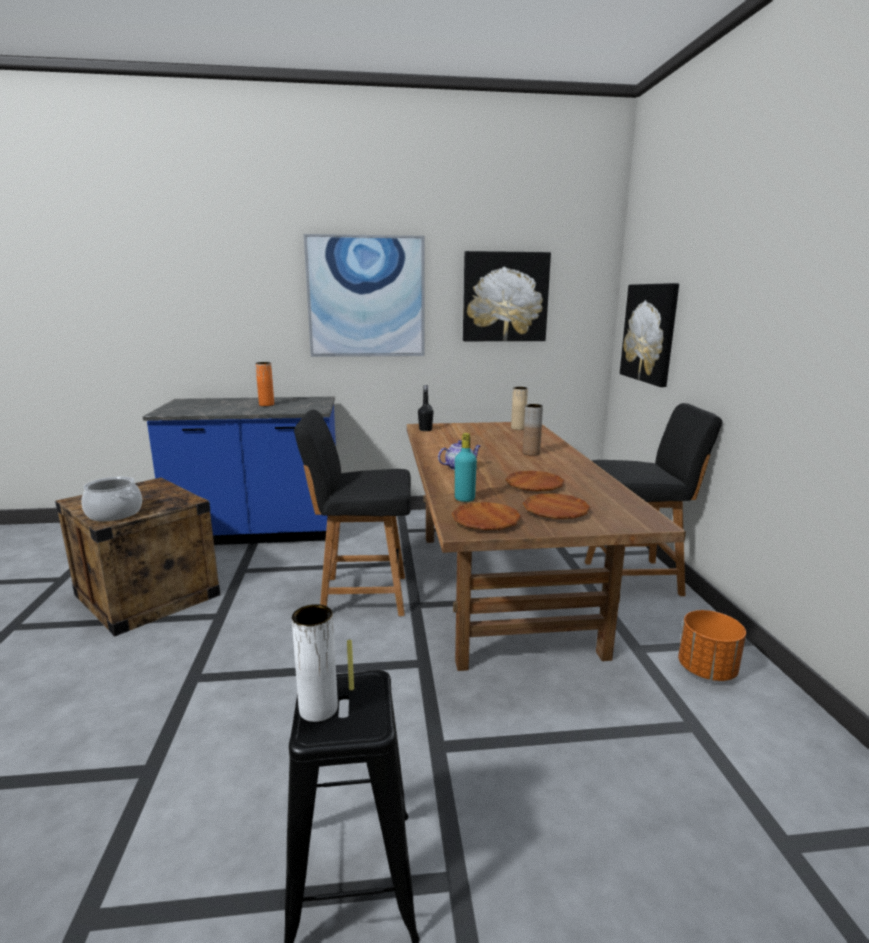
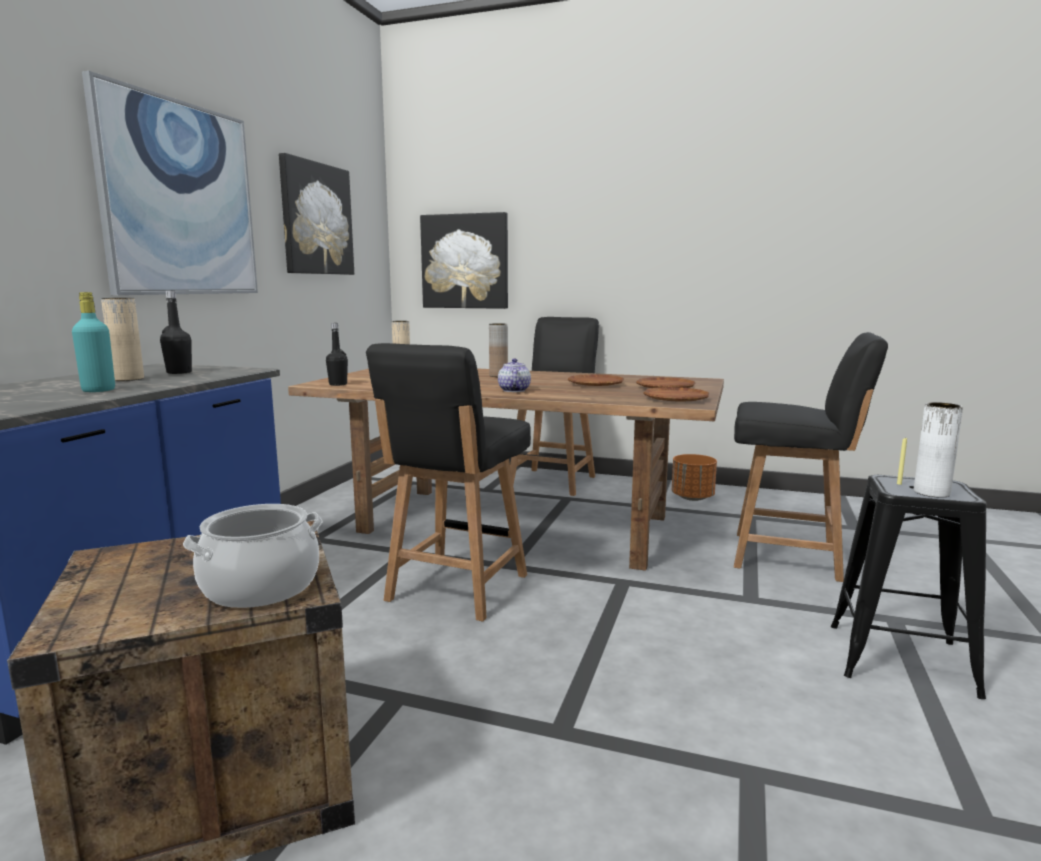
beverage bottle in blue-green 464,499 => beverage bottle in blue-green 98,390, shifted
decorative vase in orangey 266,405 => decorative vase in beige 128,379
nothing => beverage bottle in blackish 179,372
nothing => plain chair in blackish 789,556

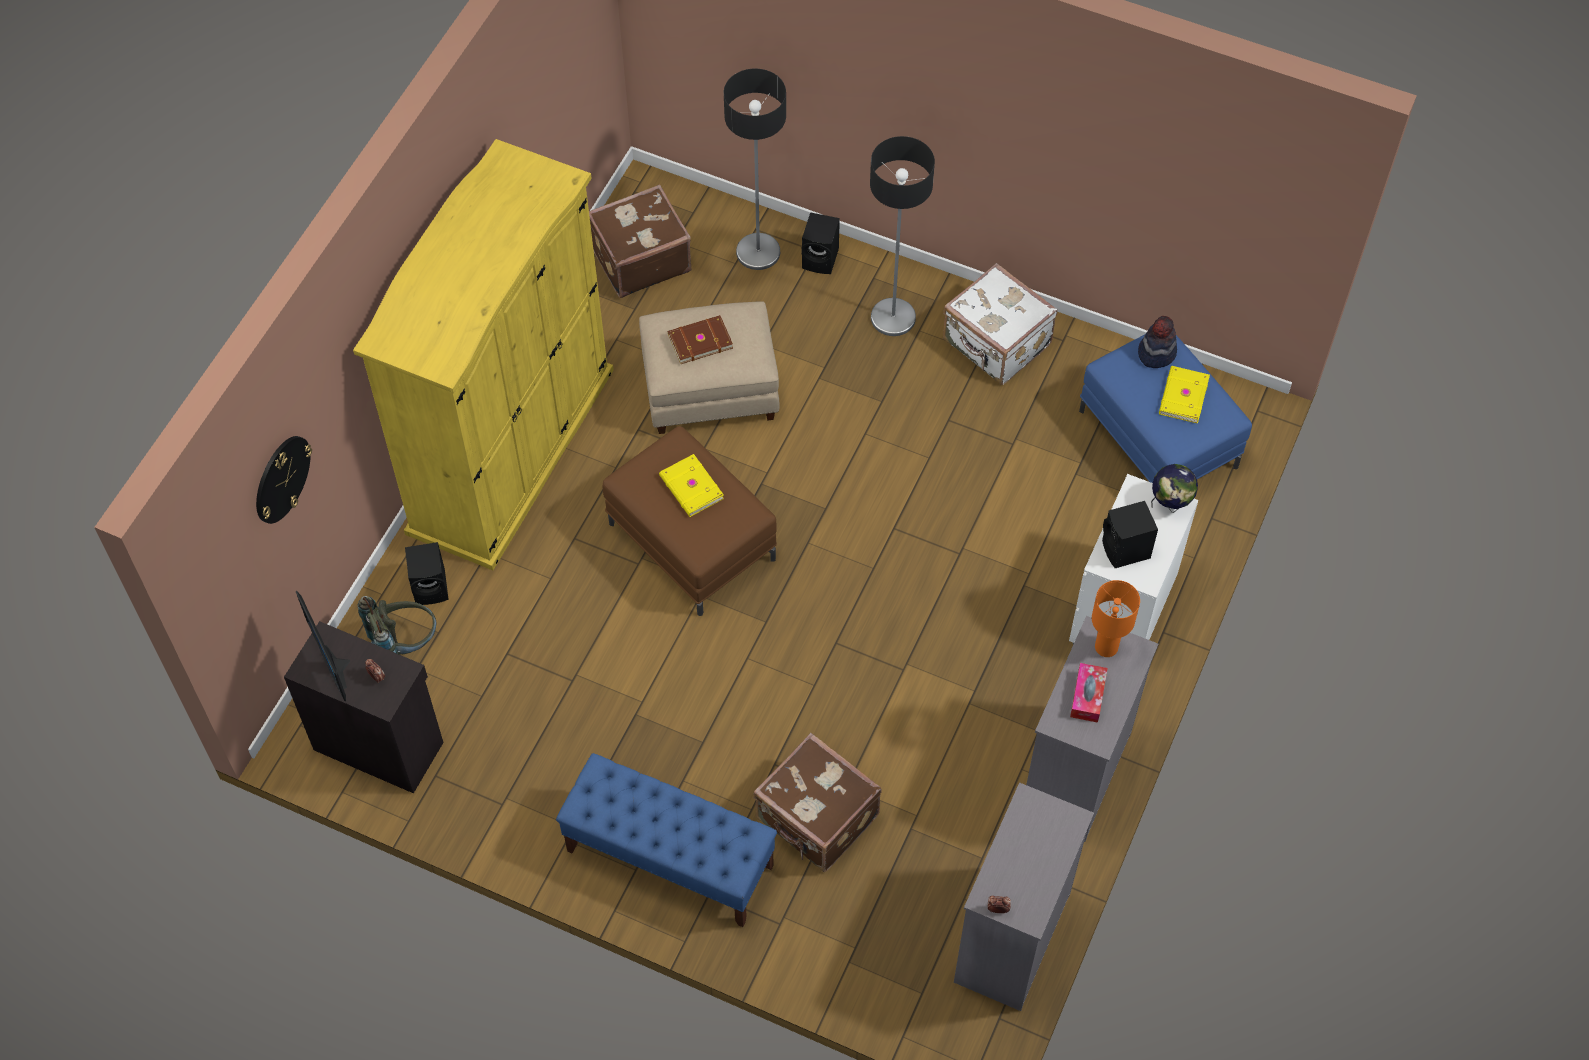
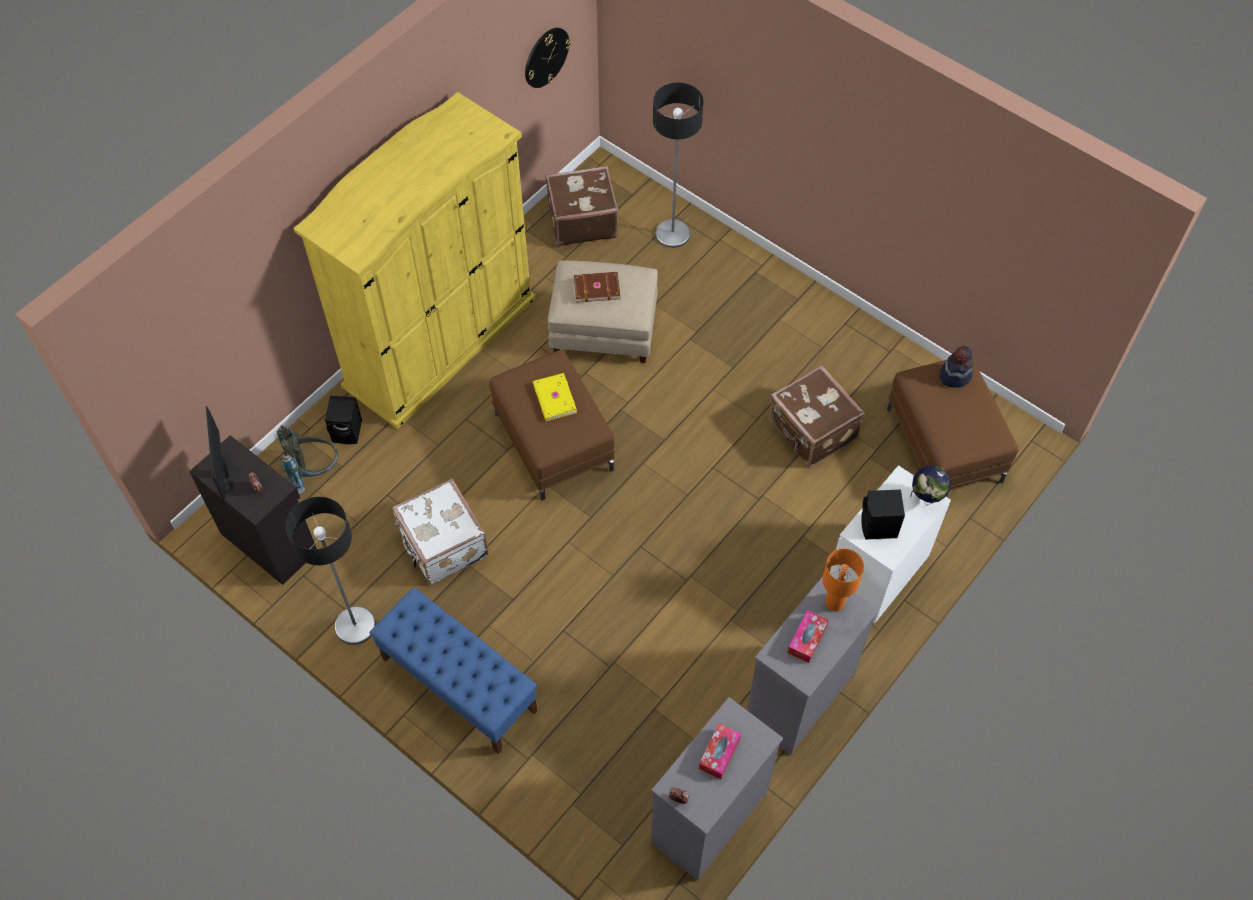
standard lamp 893,318 => standard lamp 355,626, shifted
suitcase in white-coloured 996,344 => suitcase in white-coloured 442,545, shifted
wall clock 281,479 => wall clock 546,57, shifted
nothing => tissue holder 719,753
suitcase in brown 816,819 => suitcase in brown 811,431, shifted
pouffe in bluish 1158,438 => pouffe in brown 944,445
audio speaker in blackish 821,259 => nothing
volume in yellow 1182,396 => nothing

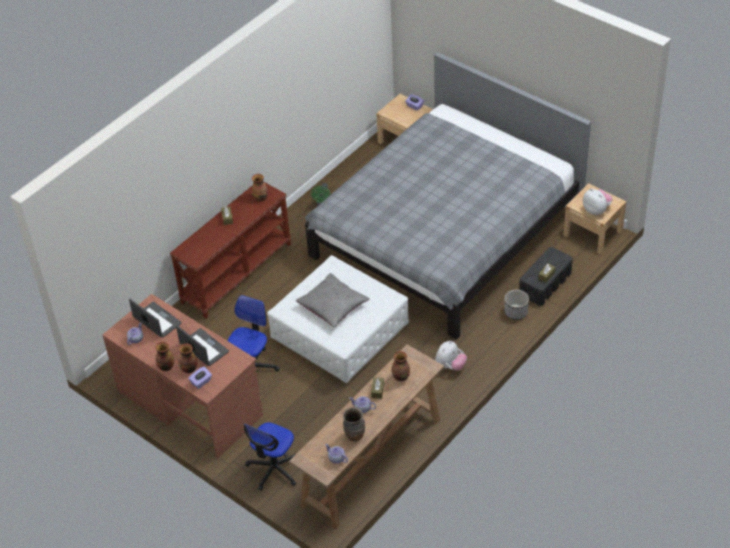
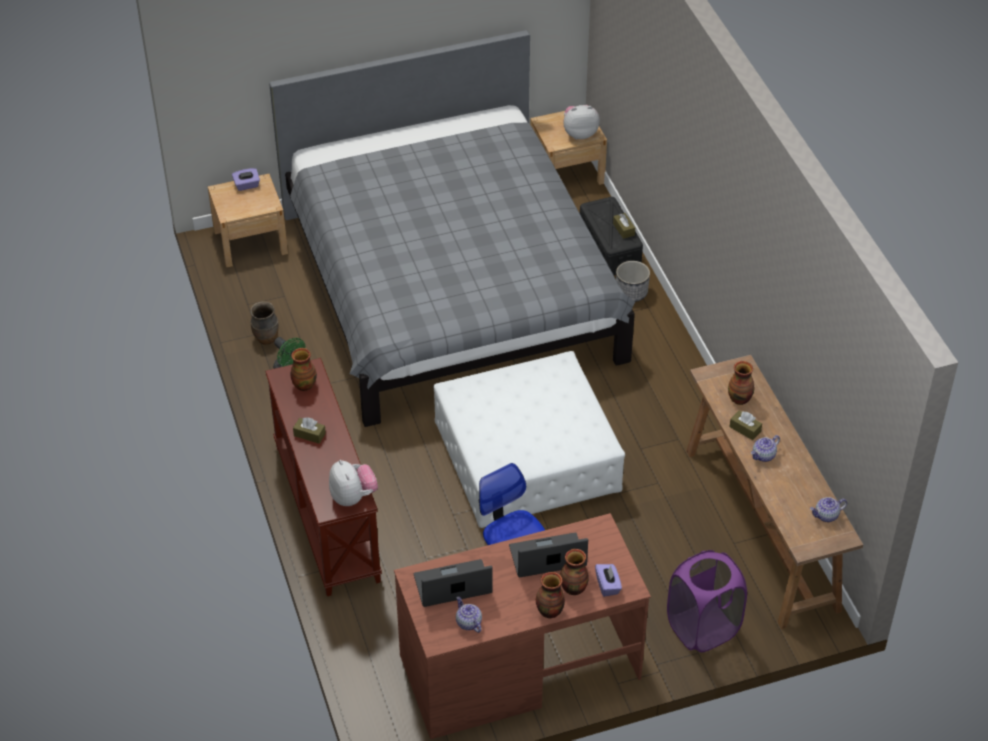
decorative vase in brown 354,435 => decorative vase in brown 266,338, shifted
plush toy 450,366 => plush toy 353,497, shifted
computer chair 274,469 => hamper in purple-coloured 702,628
pillow in greyish 332,306 => nothing

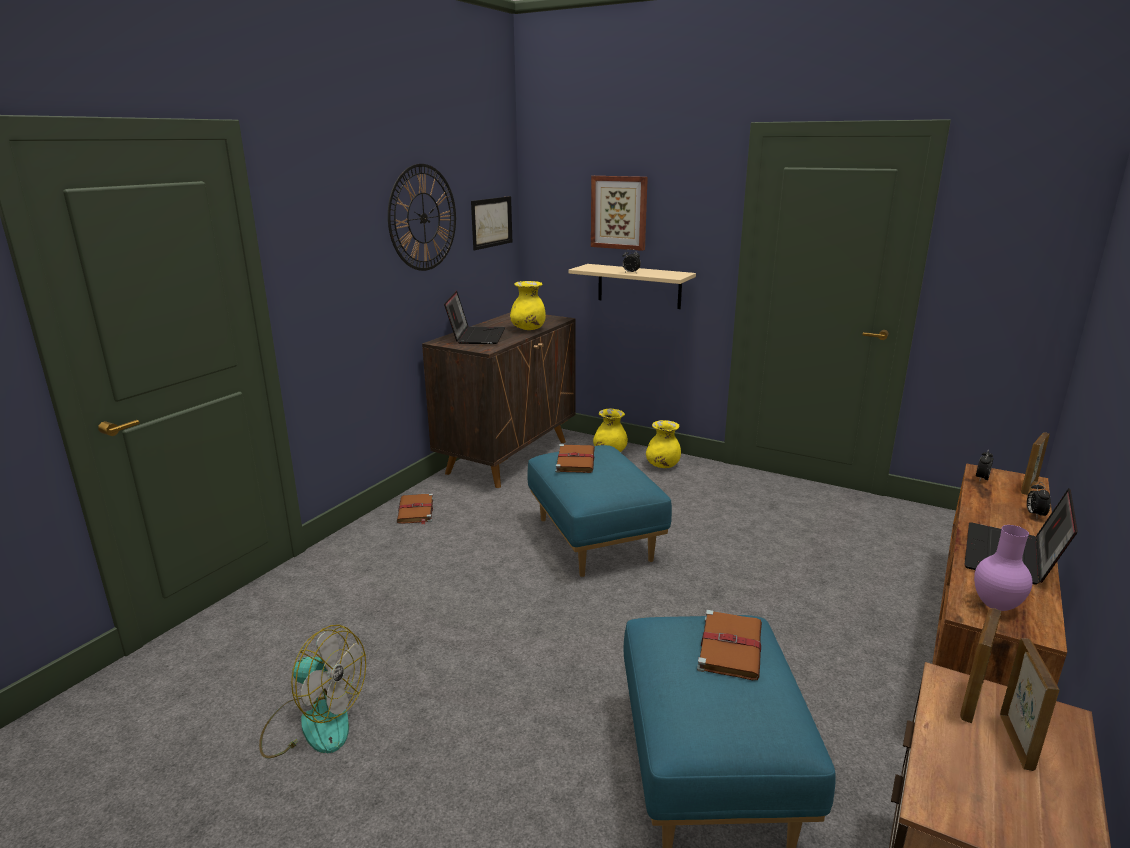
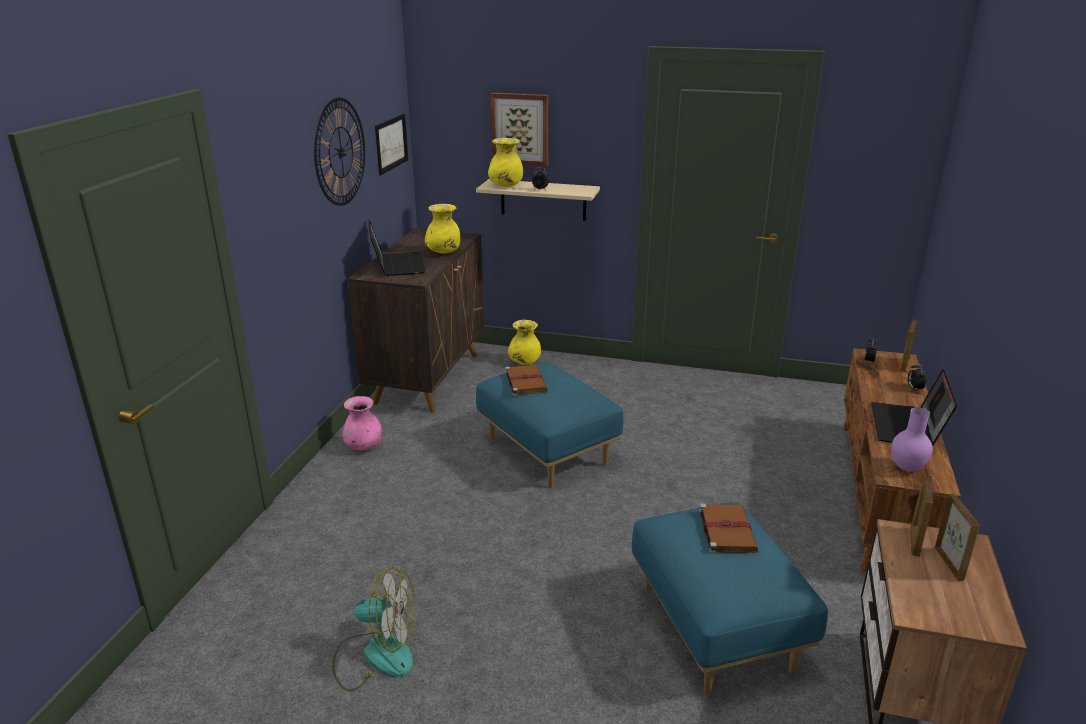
volume in brown 416,511 => decorative vase in pink-coloured 364,446
decorative vase in yellow 662,466 => decorative vase in yellow 506,186, shifted

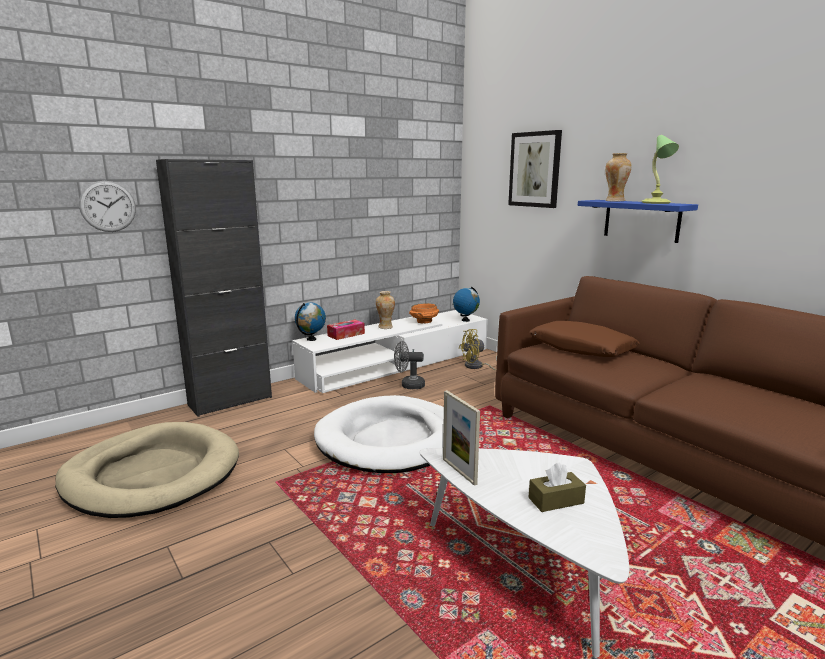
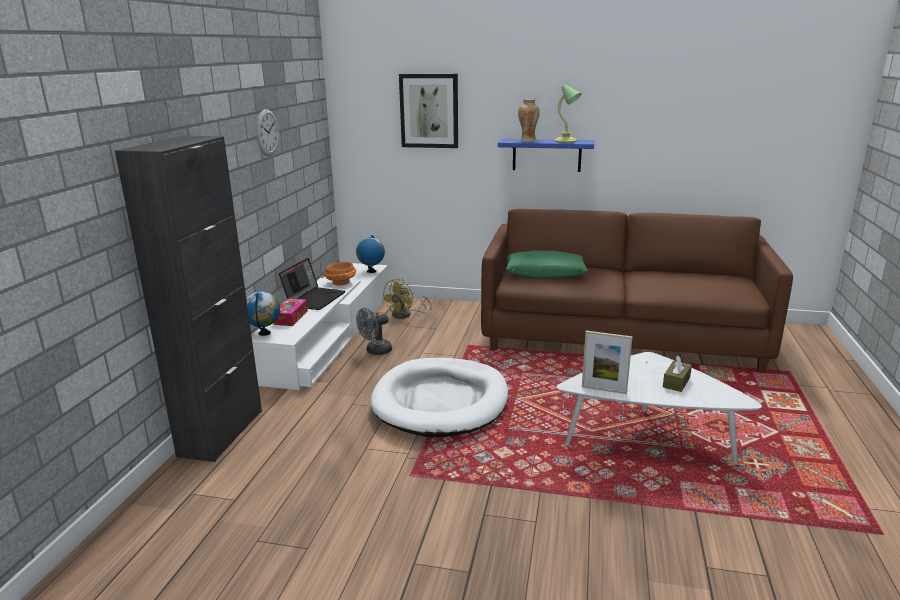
wall clock 108,206 => wall clock 267,132, shifted
decorative vase 385,327 => portable computer 314,298
pillow in brown 581,349 => pillow in green-coloured 545,273
dog bed in beige 152,474 => nothing

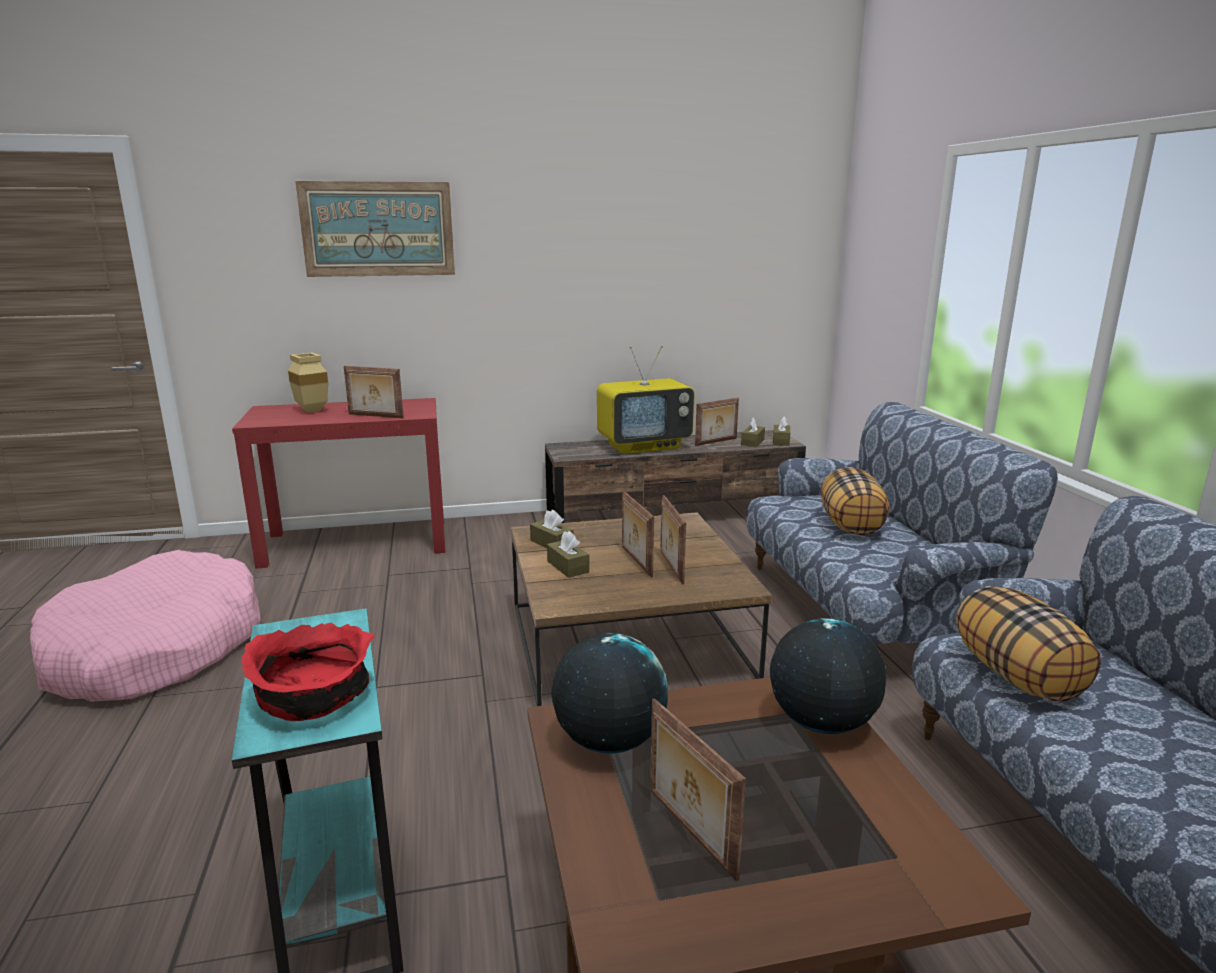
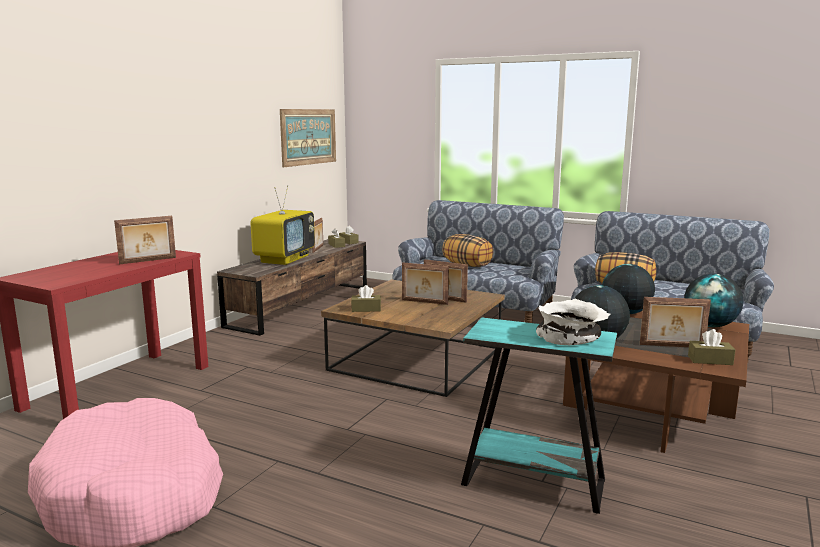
wall art 378,229 => wall art 308,136, shifted
serving bowl in red 315,697 => serving bowl in white-coloured 571,337
nothing => globe 710,326
tissue holder in brown 568,567 => tissue holder in brown 710,360, shifted
decorative vase in beige 310,410 => nothing

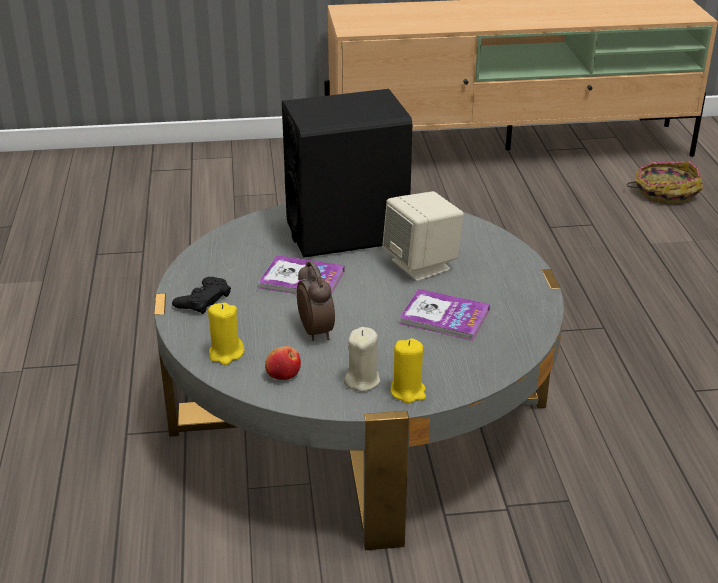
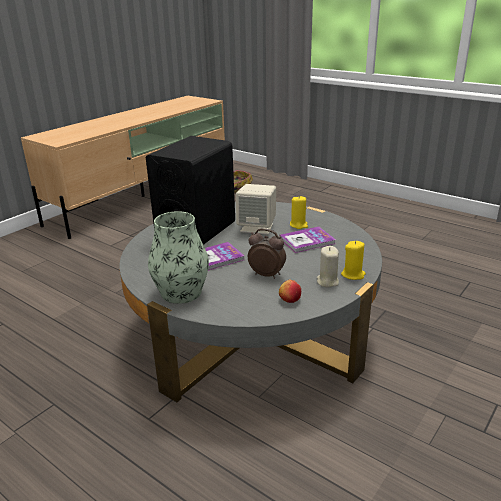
game controller in blackish 203,300 => decorative vase 181,292
wax candle in yellow 226,354 => wax candle in yellow 298,225, shifted

